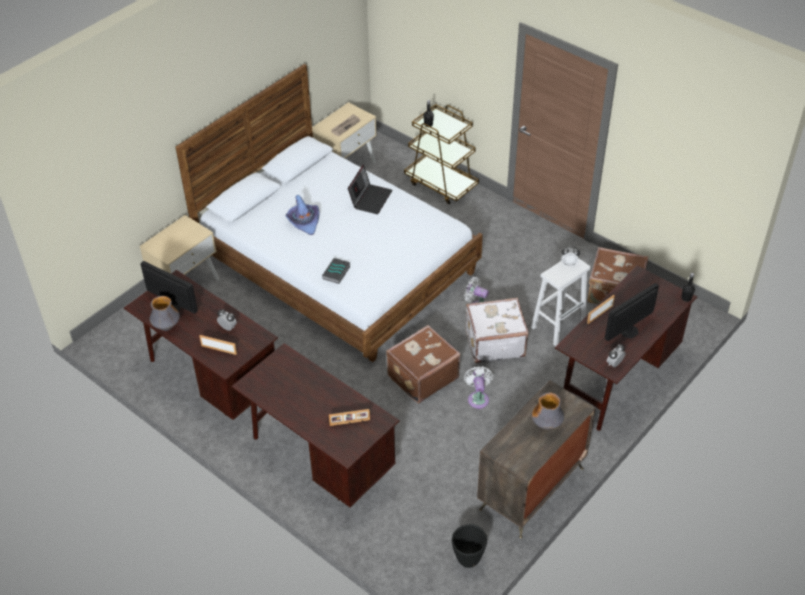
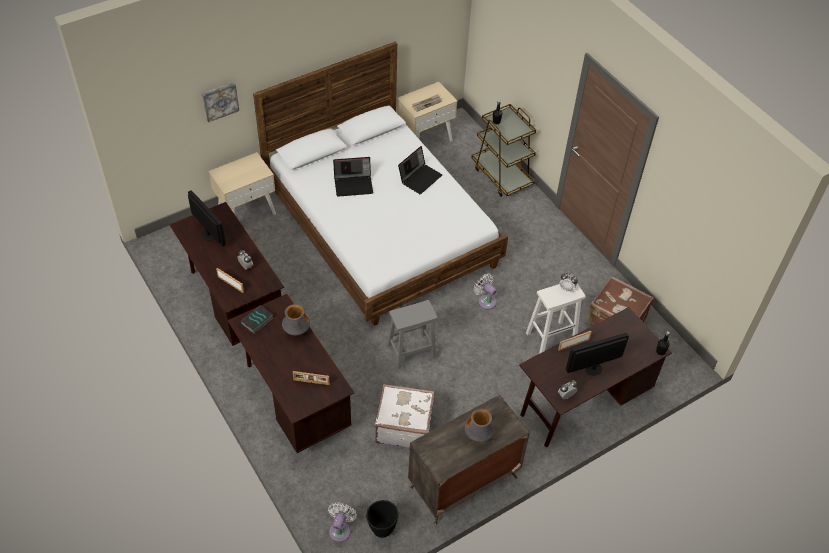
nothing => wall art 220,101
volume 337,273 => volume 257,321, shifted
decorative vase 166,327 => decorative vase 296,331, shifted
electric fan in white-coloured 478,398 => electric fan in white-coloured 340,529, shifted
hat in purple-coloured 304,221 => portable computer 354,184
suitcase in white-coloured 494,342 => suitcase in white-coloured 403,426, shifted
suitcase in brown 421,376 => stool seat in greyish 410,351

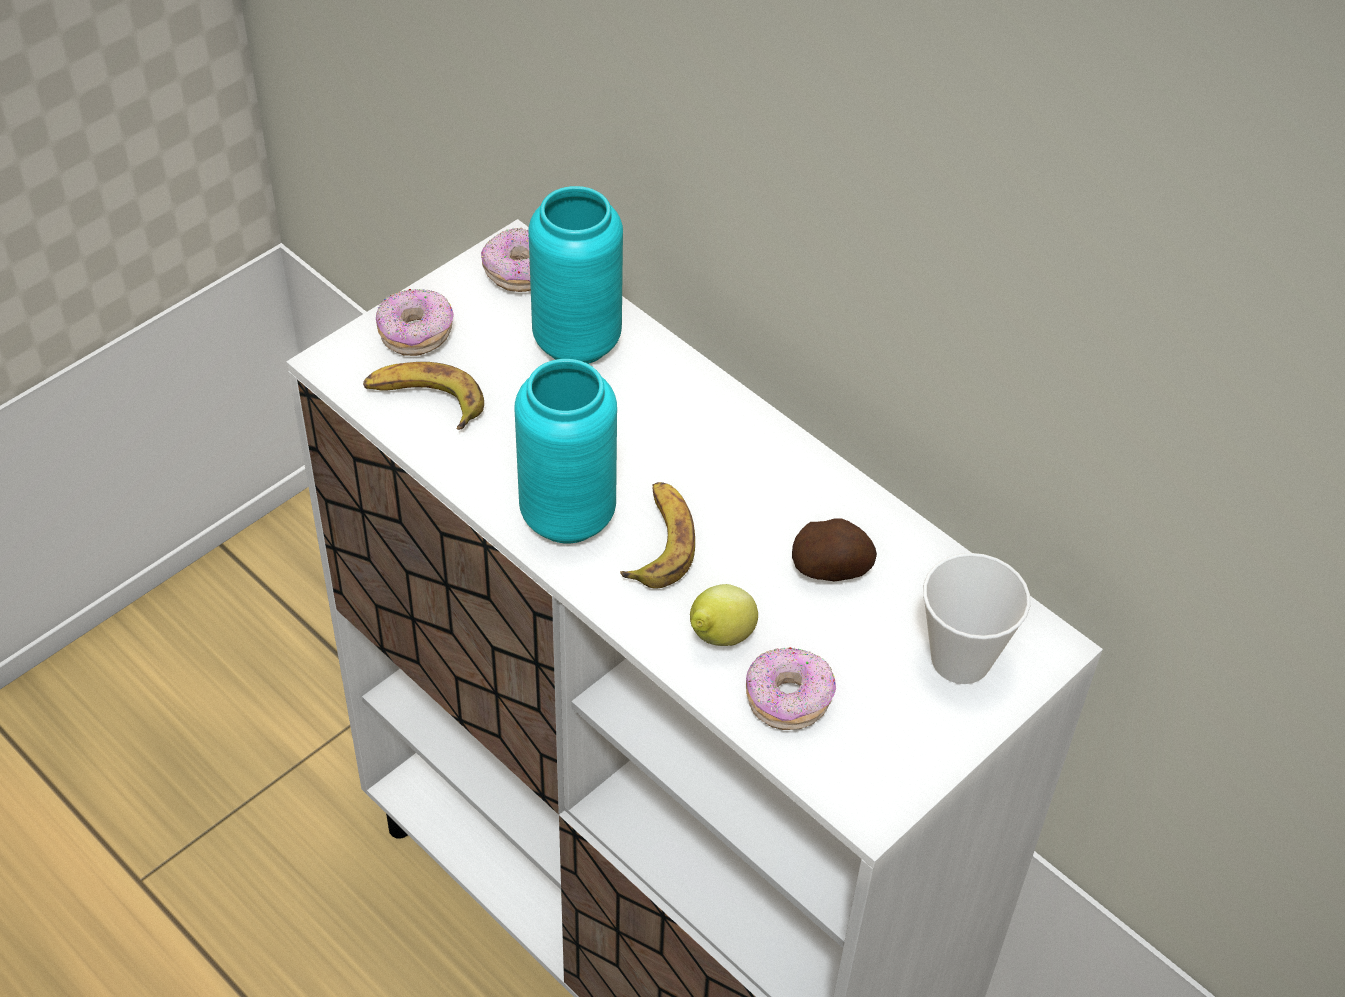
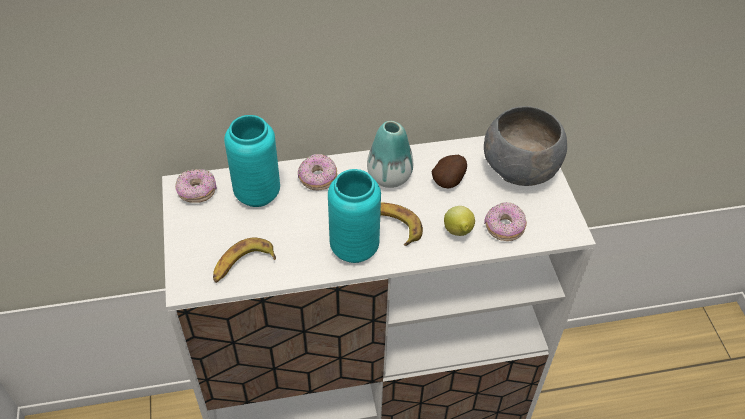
ring doughnut 416,334 => ring doughnut 317,178, shifted
nothing => decorative vase 389,177
small cup 960,659 => serving bowl in greyish 520,168

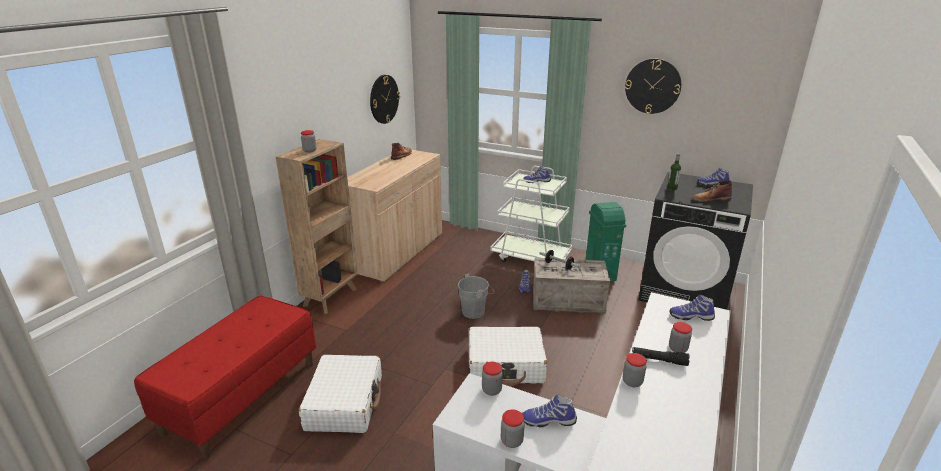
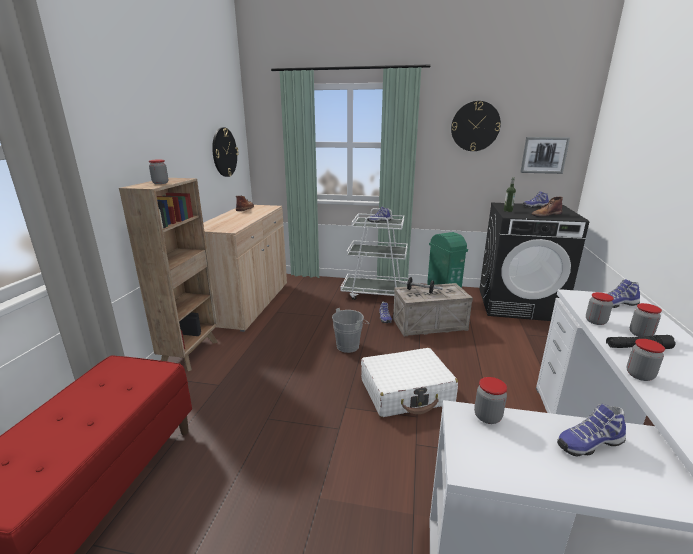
nothing => wall art 544,155
preserve jar 512,441 => preserve jar 595,321, shifted
suitcase in white-coloured 345,402 => nothing

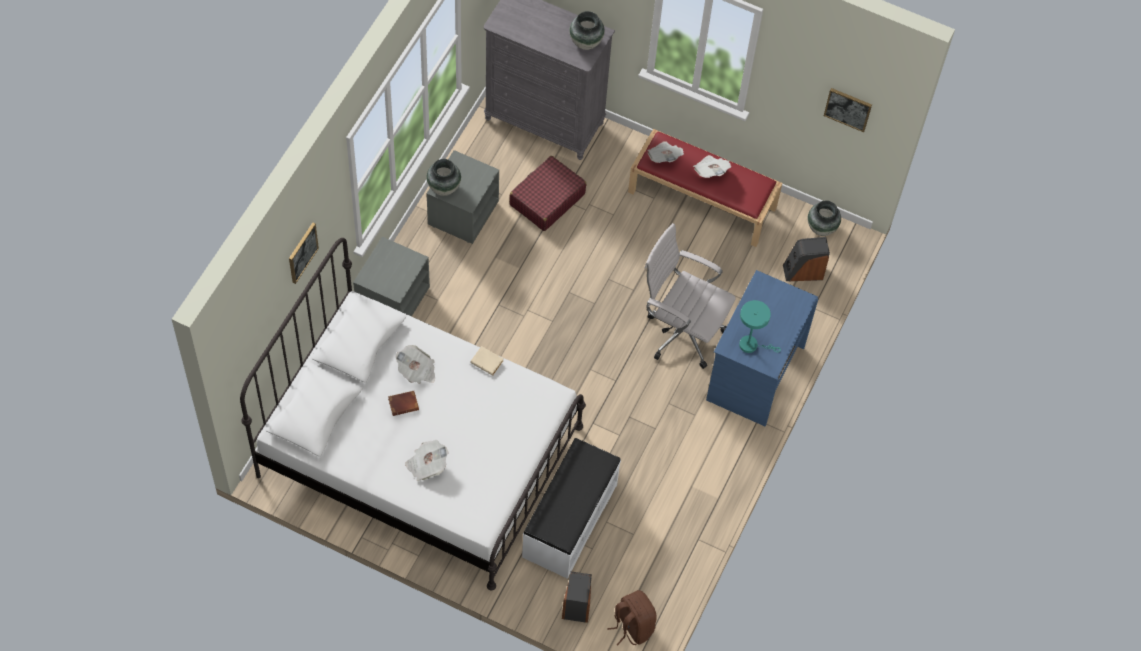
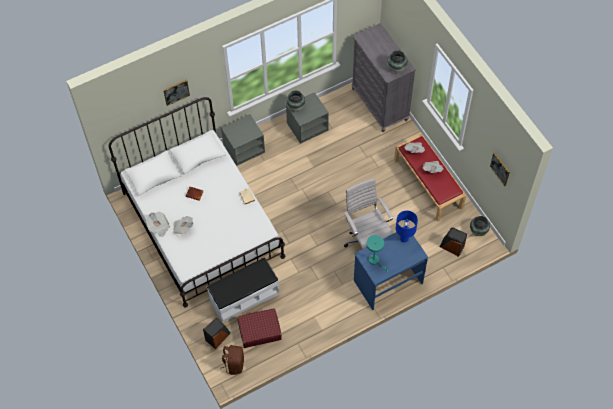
newspaper 417,371 => newspaper 159,227, shifted
suitcase in red 547,199 => suitcase in red 259,330, shifted
nothing => lamp for a table in bluish 404,238

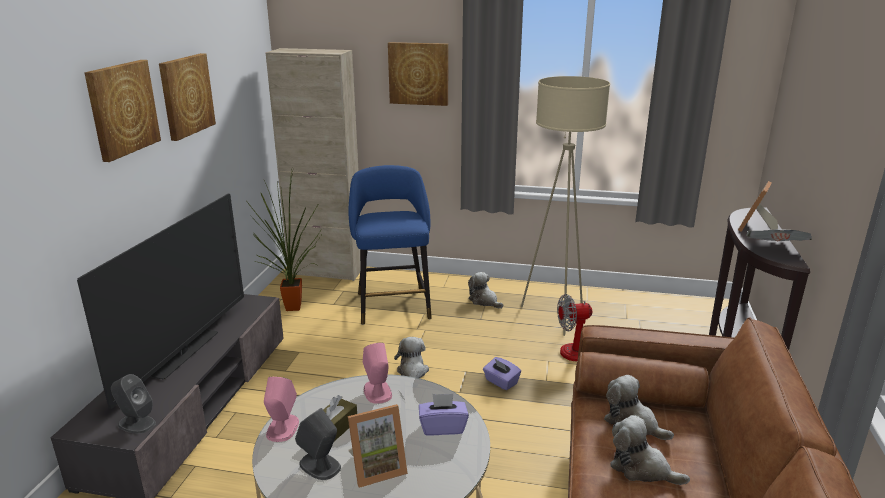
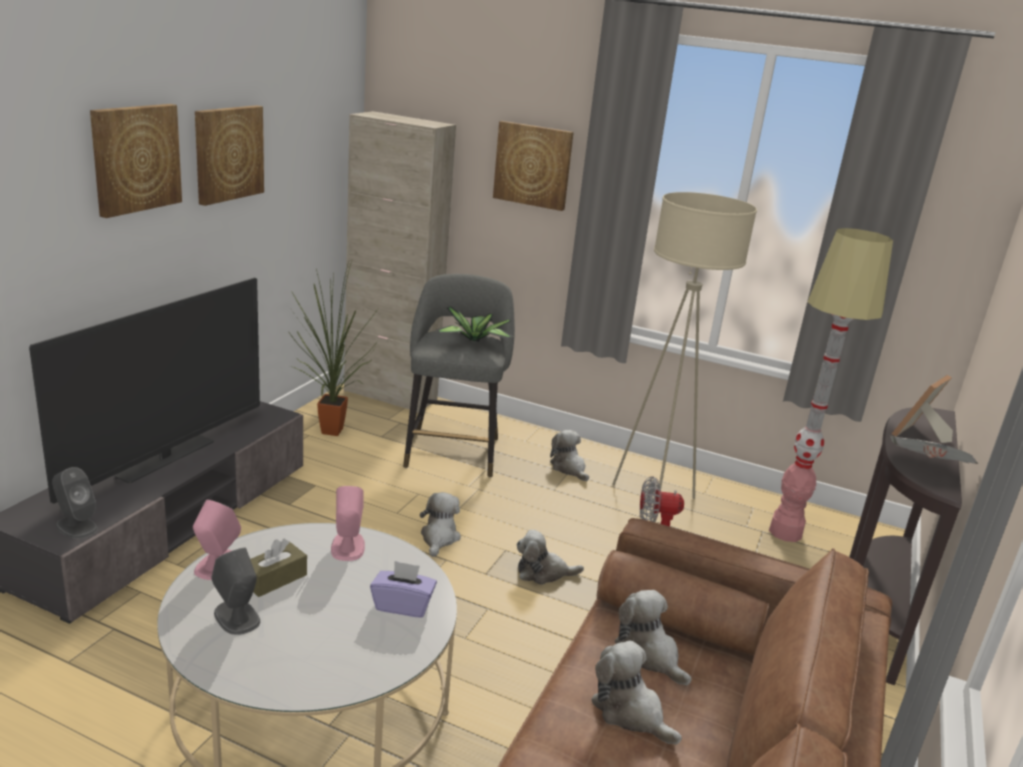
stool seat in bluish 393,303 => stool seat in greyish 453,449
nothing => houseplant 475,342
tissue holder in purple-coloured 501,382 => plush toy 543,572
nothing => standard lamp 785,532
standing frame 377,468 => nothing

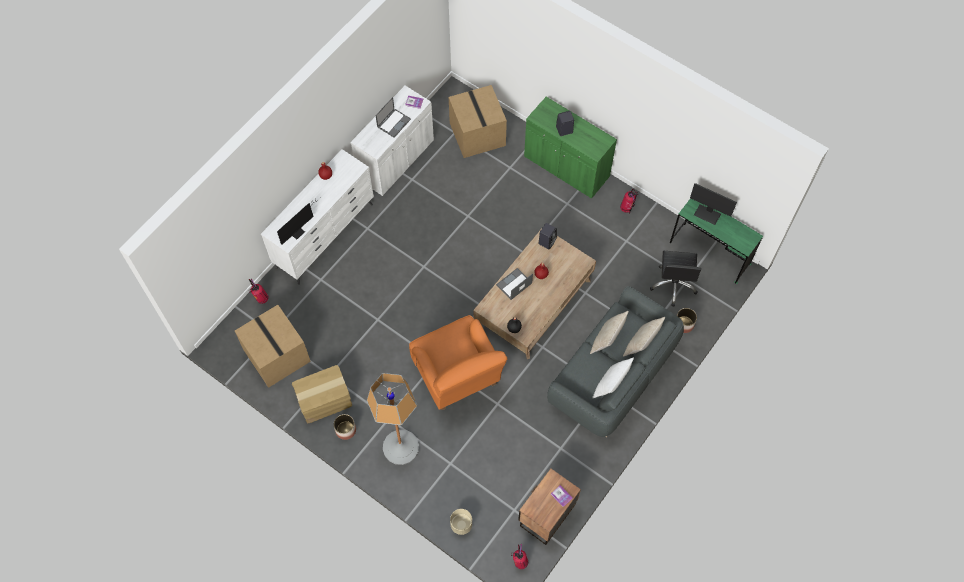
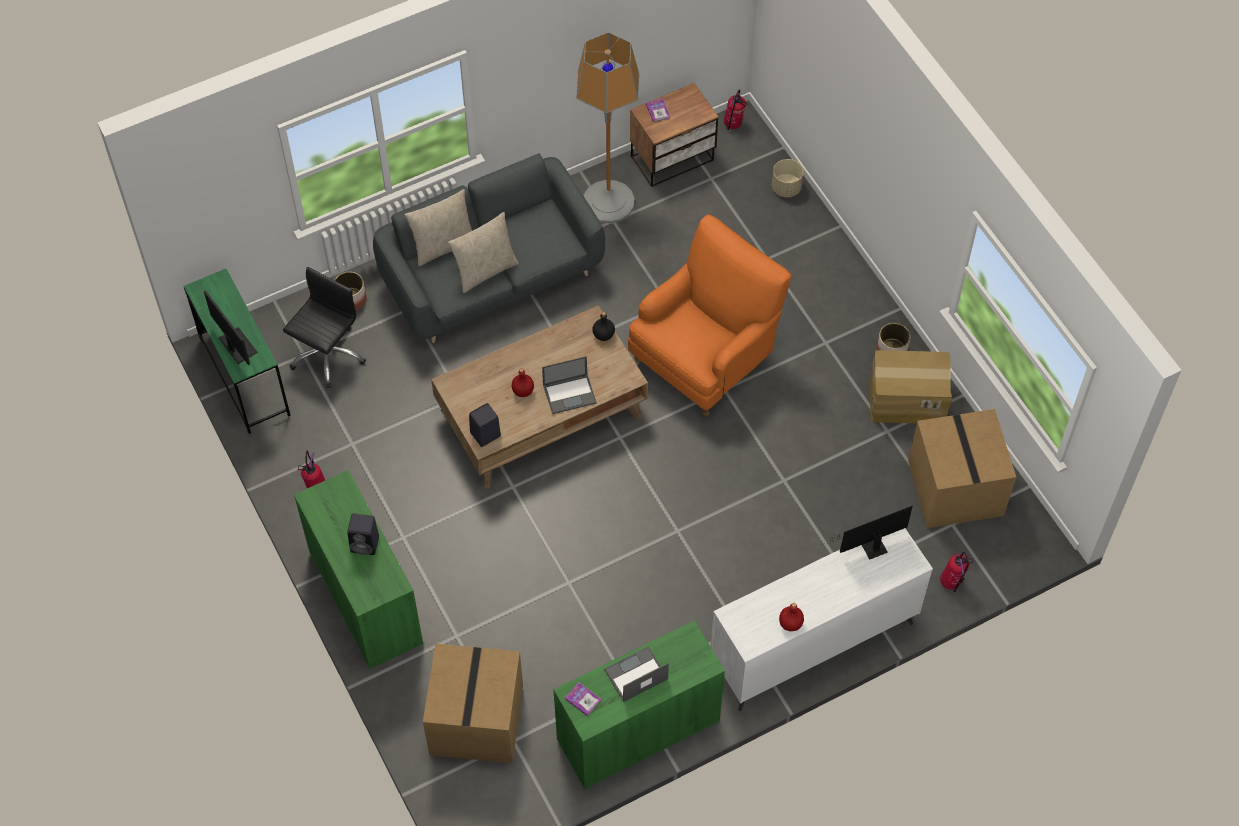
storage cabinet in white-coloured 396,160 => storage cabinet in green-coloured 638,731
standard lamp 400,447 => standard lamp 608,202, shifted
lounge chair in orangey 457,376 => lounge chair in orangey 704,357, 45 degrees clockwise
pillow in white-coloured 610,385 => nothing

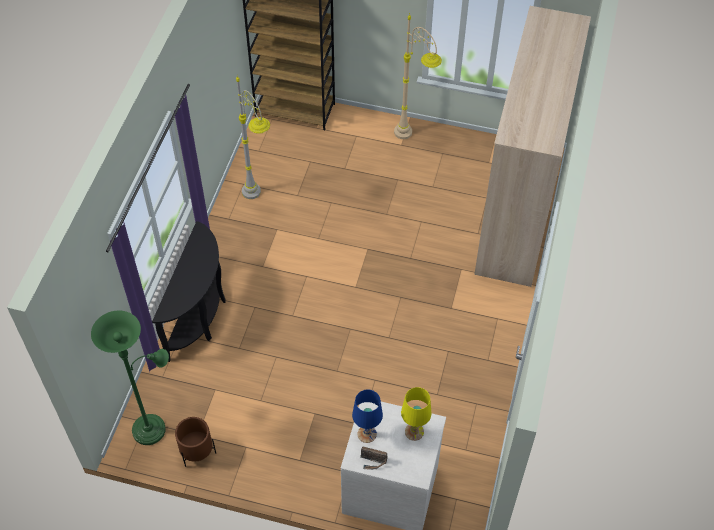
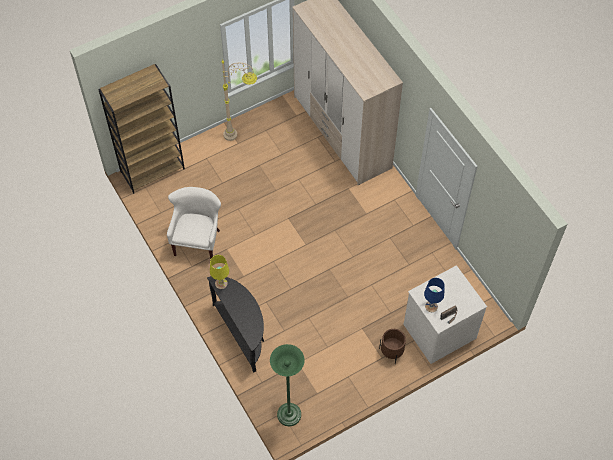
standard lamp in greyish 260,202 => lounge chair in white-coloured 198,242
lamp for a table in yellow 414,432 => lamp for a table in yellow 221,283, shifted
plant pot in brown 197,452 => plant pot in brown 391,352, shifted

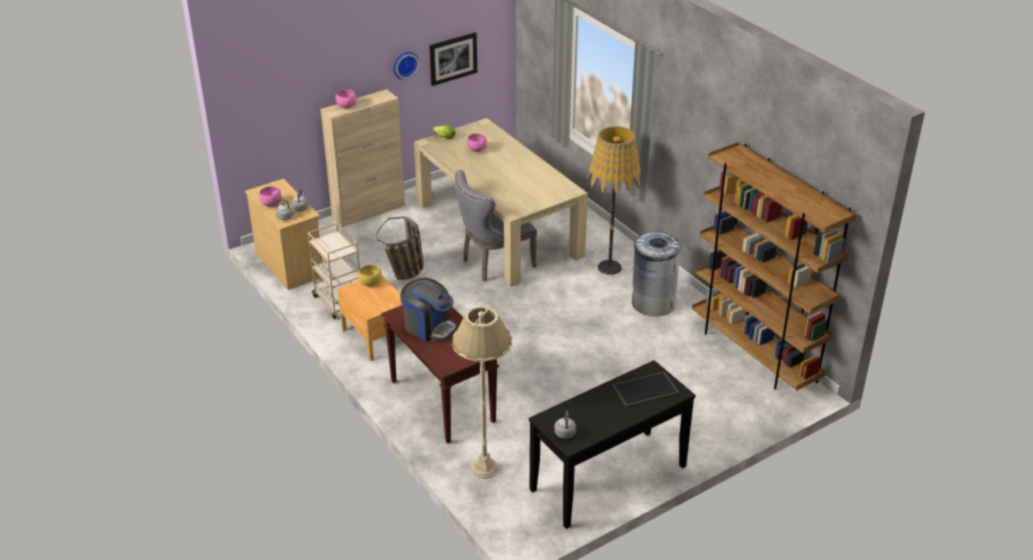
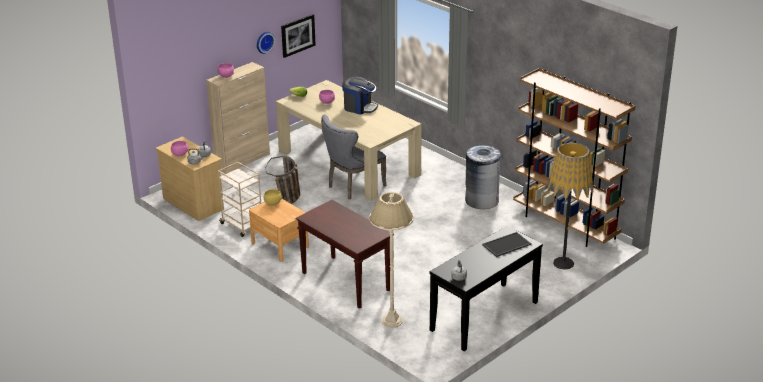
coffee brewer 429,327 => coffee brewer 359,107, shifted
standard lamp 609,267 => standard lamp 563,263, shifted

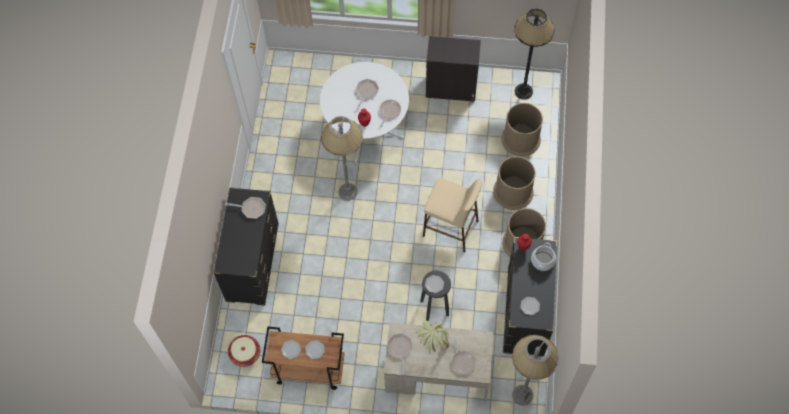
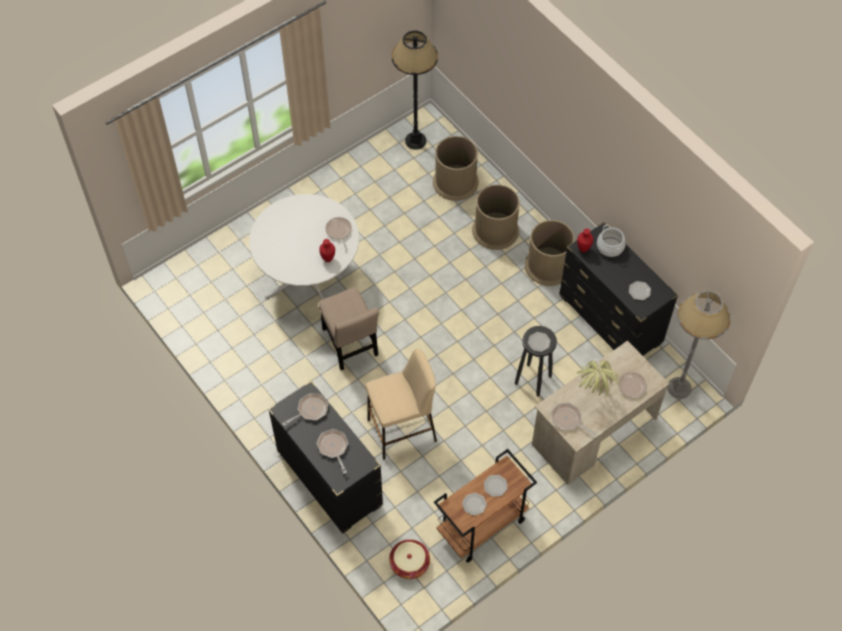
skillet 366,92 => skillet 334,448, shifted
standard lamp in greyish 347,191 => plain chair in beige 350,345
stool seat in beige 451,229 => stool seat in beige 402,430, shifted
storage cabinet in blackish 451,89 => nothing

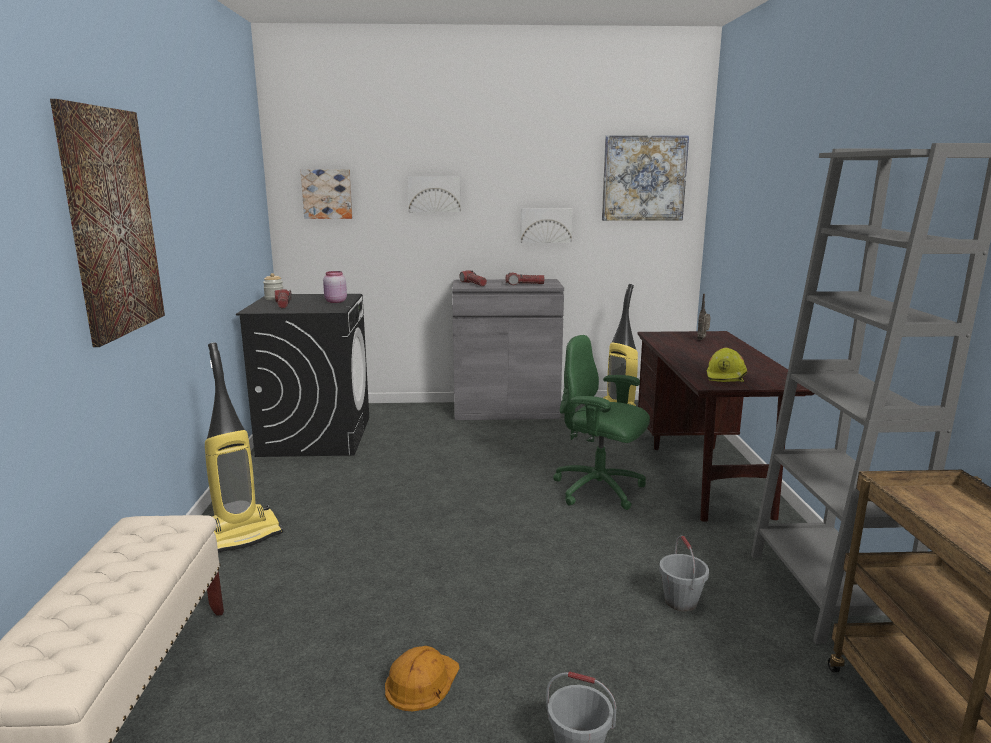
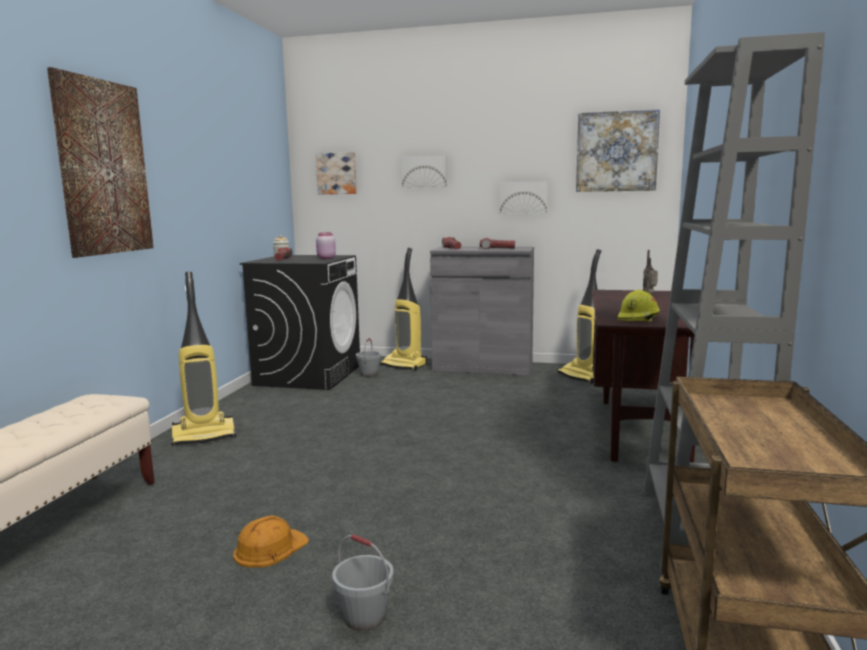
bucket in greyish 681,602 => bucket in greyish 369,374, shifted
nothing => hoover 404,365
computer chair in green-coloured 599,490 => nothing

